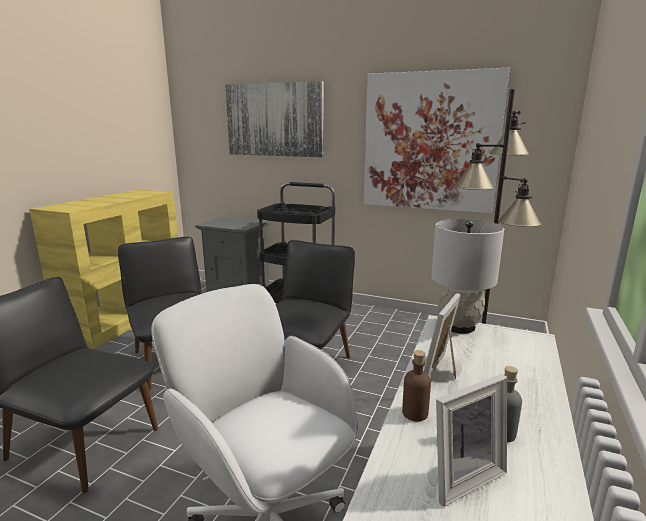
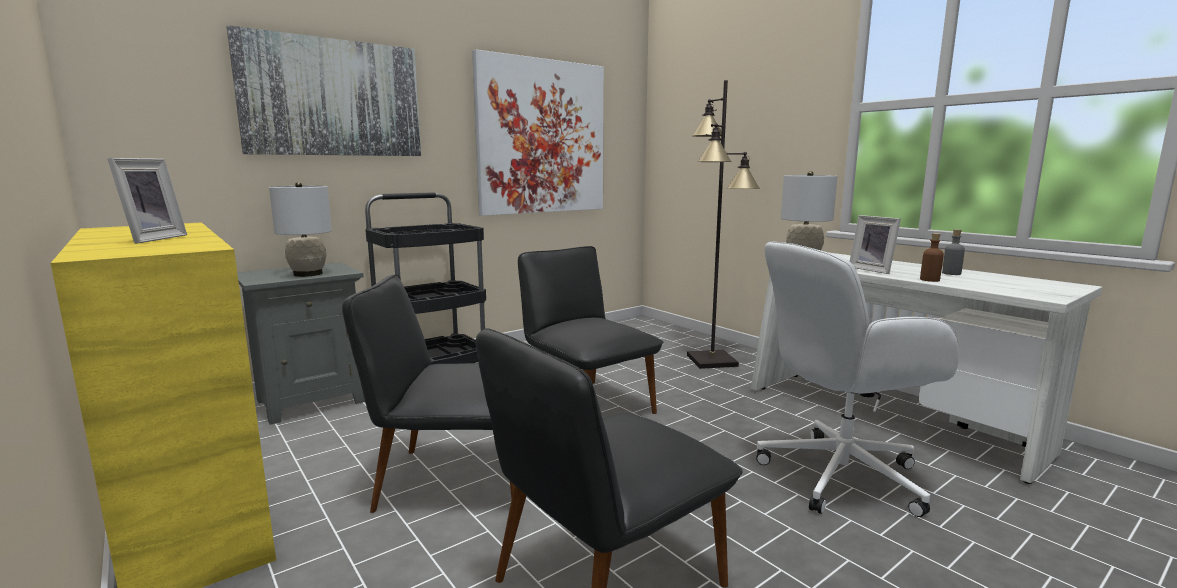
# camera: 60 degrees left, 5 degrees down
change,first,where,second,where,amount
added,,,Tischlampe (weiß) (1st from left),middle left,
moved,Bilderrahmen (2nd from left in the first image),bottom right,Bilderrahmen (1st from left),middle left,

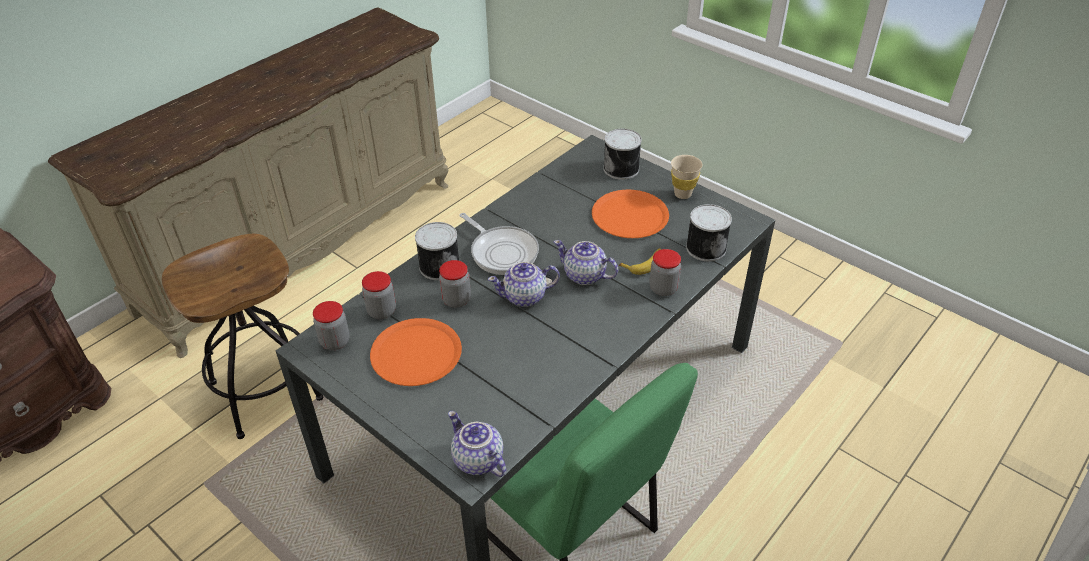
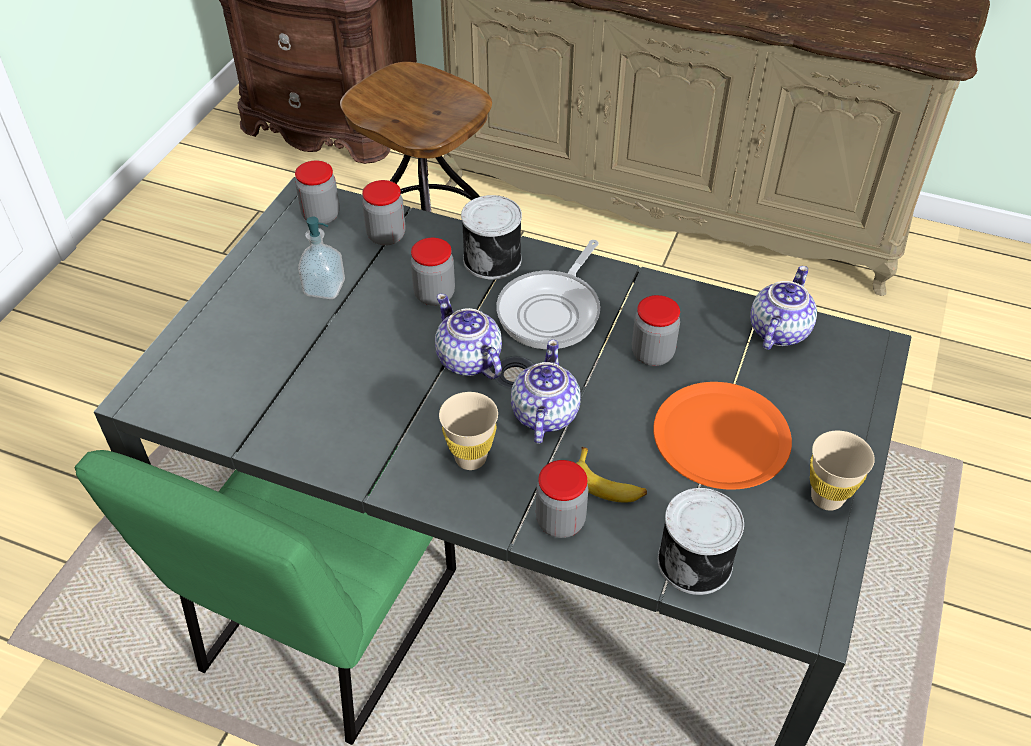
# camera: 70 degrees right, 5 degrees up
change,first,where,second,where,amount
removed,Dose (2nd from left),top centre,,,
added,,,Tasse (beige) (1st from left),centre,
added,,,Vorratsglas (5th from left),centre,
moved,Teekanne (1st from left in the first image),bottom centre,Teekanne (3rd from left),middle right,
replaced,Teller (orange) (1st from left),centre,Seifenspender,middle left,

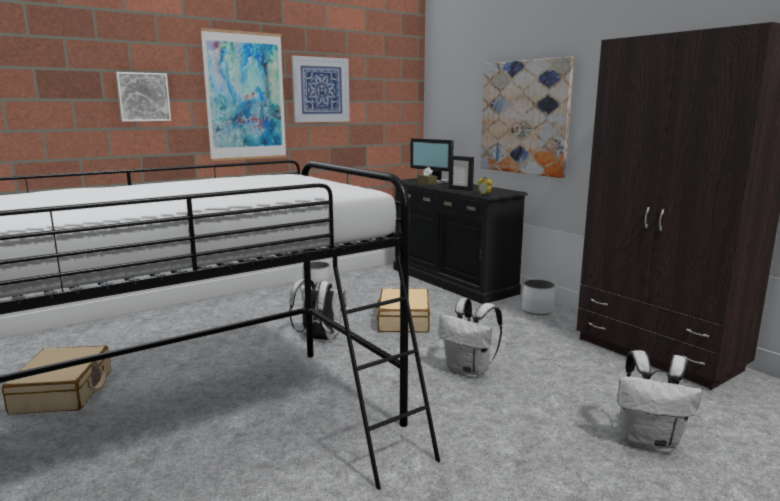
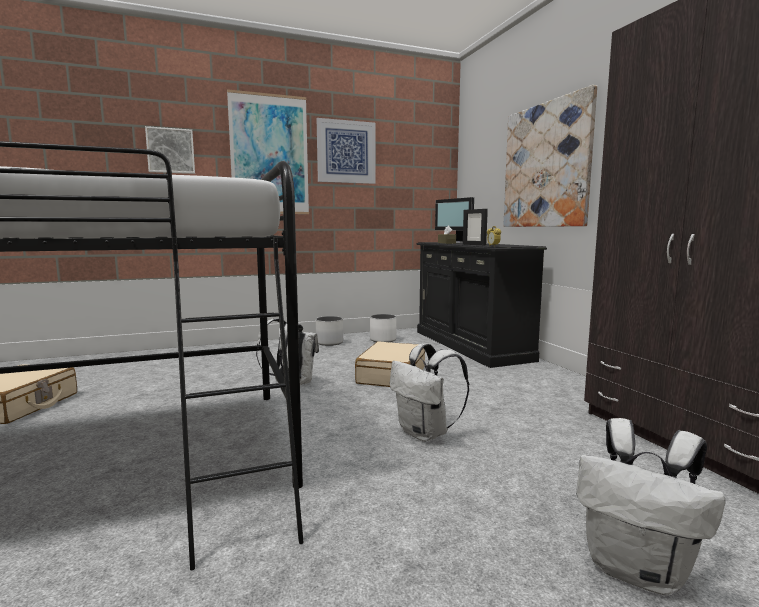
# camera: 15 degrees right, 5 degrees down
change,first,where,second,where,amount
moved,Pflanzkübel (weiß) (2nd from left),middle right,,centre,

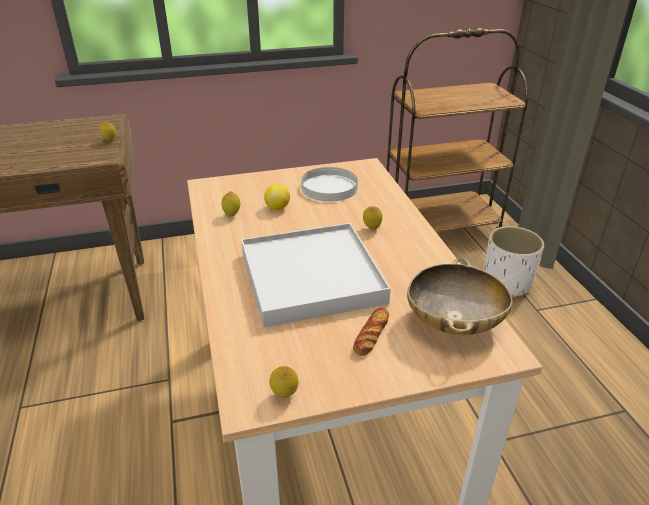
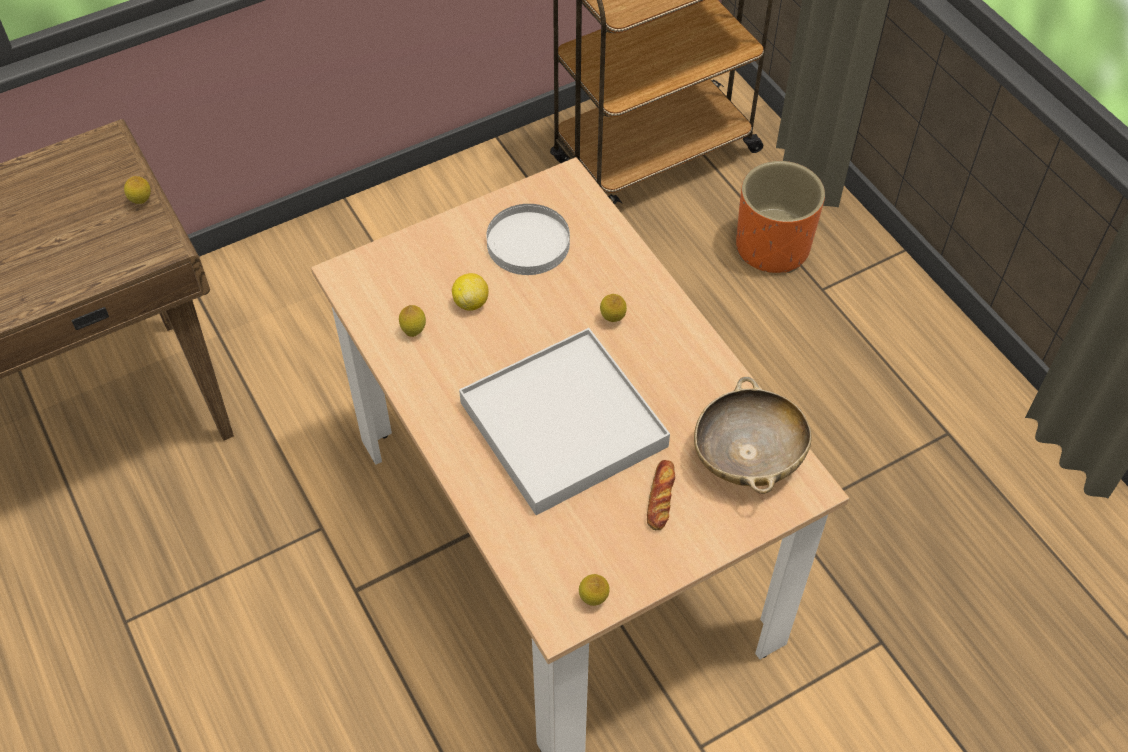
# camera: 15 degrees left, 20 degrees up
change,first,where,second,where,amount
recoloured,Pflanzkübel (weiß),middle right,Pflanzkübel (orange),top right,

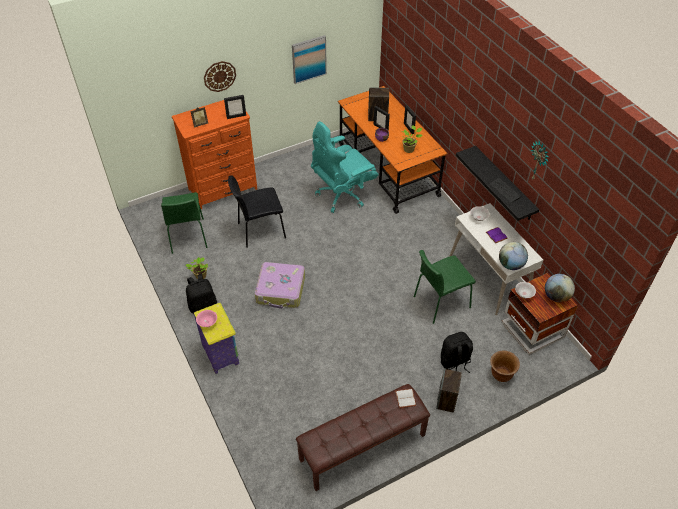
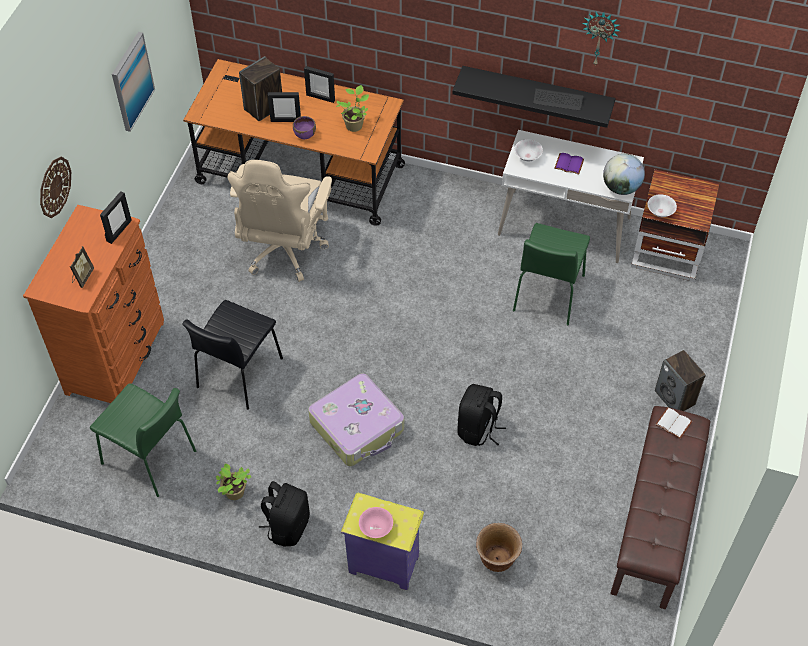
# camera: 45 degrees left, 5 degrees up
change,first,where,second,where,amount
removed,Globus (2nd from left),middle right,,,
moved,Rucksack (schwarz) (2nd from left),bottom right,,centre,
moved,Pflanzkübel (braun),bottom right,,bottom centre,
recoloured,Bürostuhl (türkis),top centre,Bürostuhl (beige),centre,

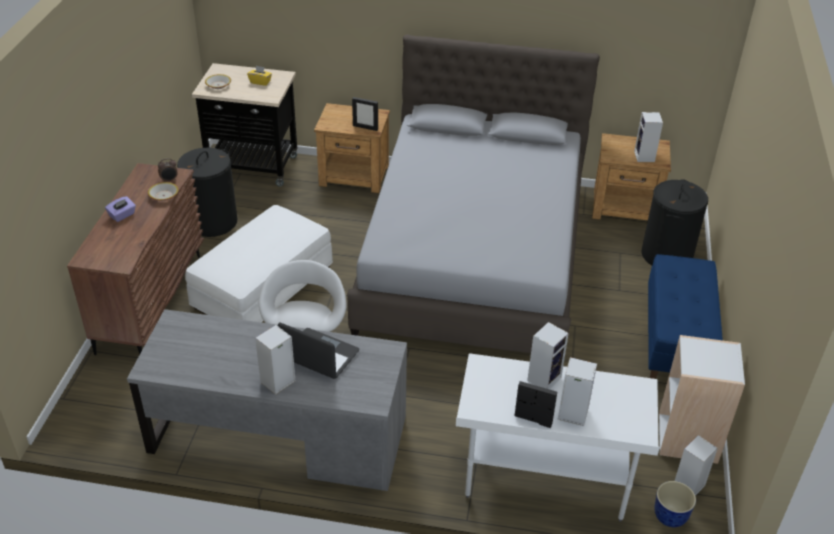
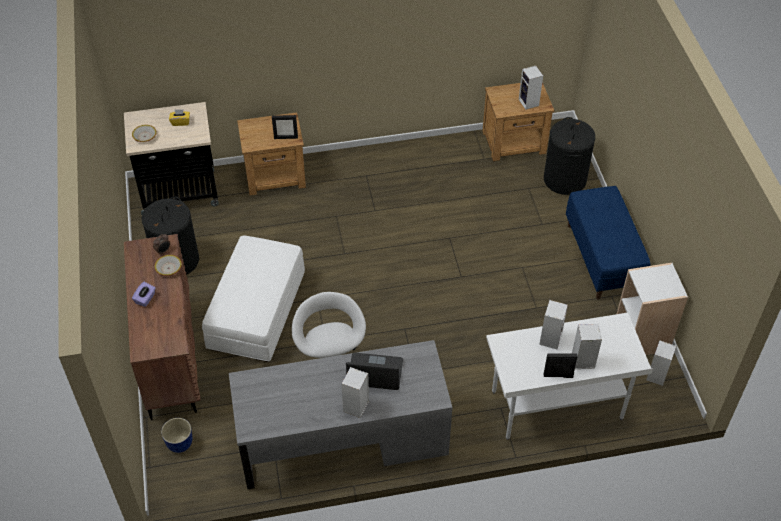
# camera: 20 degrees left, 10 degrees up
change,first,where,second,where,amount
removed,Bett (grau),centre,,,
moved,Pflanzkübel,bottom right,,bottom left,

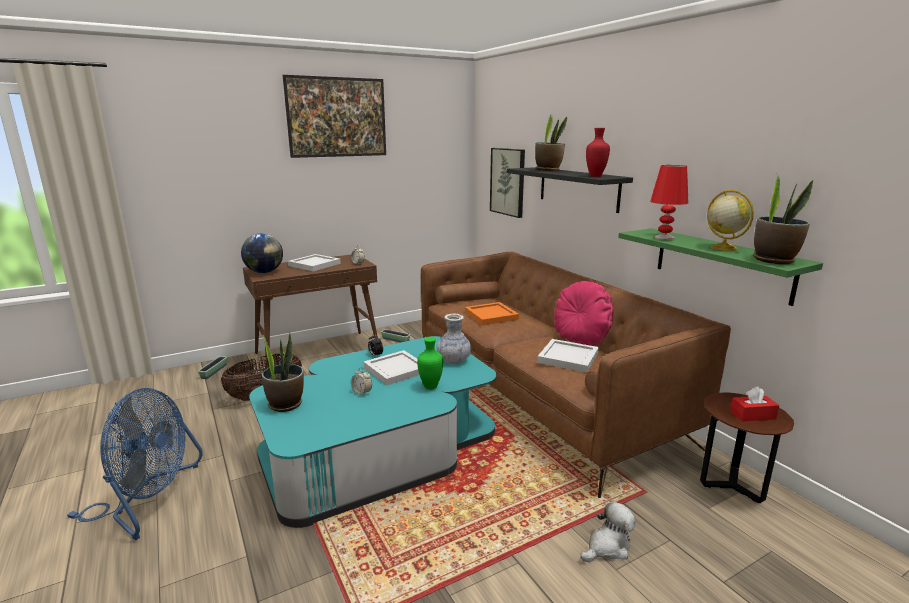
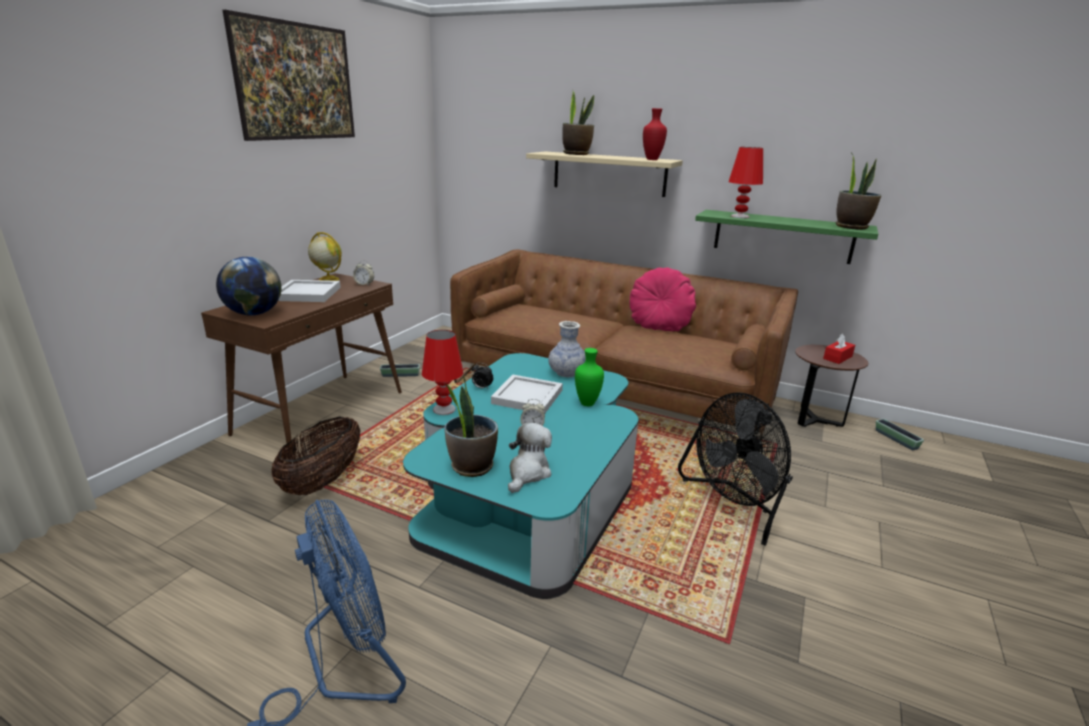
# camera: 35 degrees left, 5 degrees up
change,first,where,second,where,amount
removed,Tablett (orange),centre,,,
removed,Bild (2nd from left),top centre,,,
removed,Tablett (weiß) (3rd from left),centre,,,
added,,,Tischlampe (rot) (1st from left),centre,
added,,,Ventilator (schwarz),middle right,
moved,Pflanzkübel (1st from left in the first image),middle left,Pflanzkübel (2nd from left),middle right,
moved,Plüschtier,bottom right,,centre,
moved,Globus (2nd from left),middle right,,middle left,
recoloured,Wandregal (schwarz),top centre,Wandregal (beige),top centre,

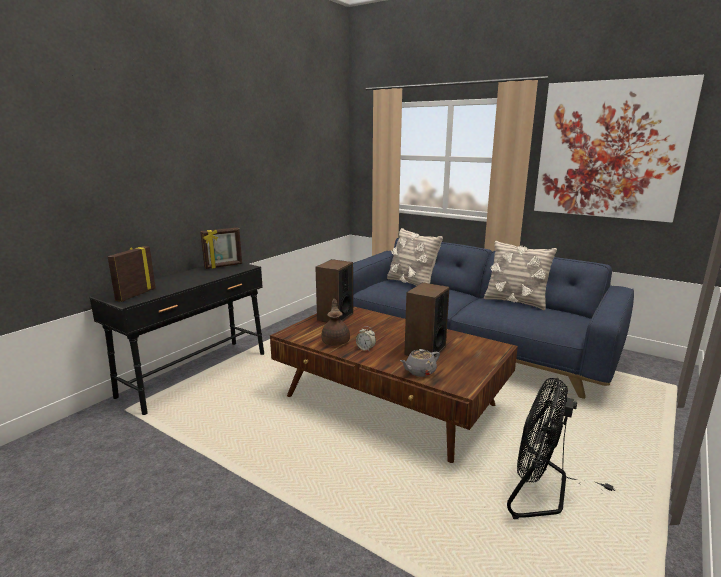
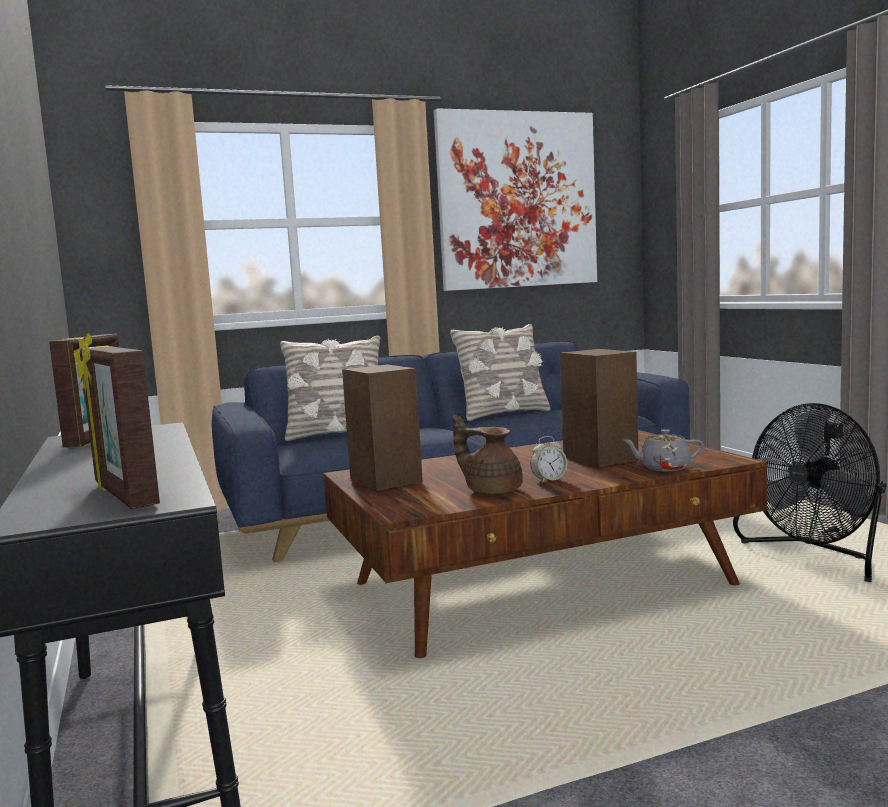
# camera: 55 degrees left, 10 degrees down
change,first,where,second,where,amount
turned,Teekanne (grau),centre,,middle right,90 degrees clockwise

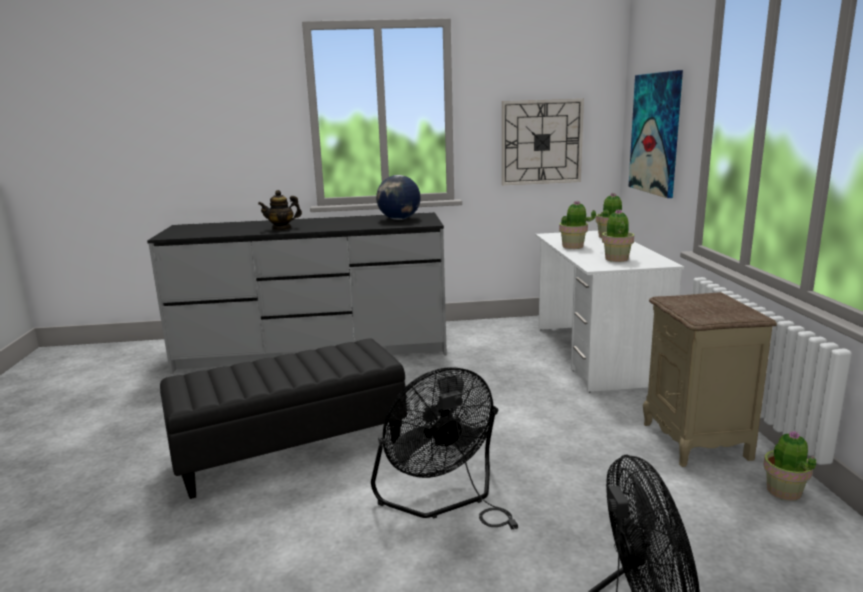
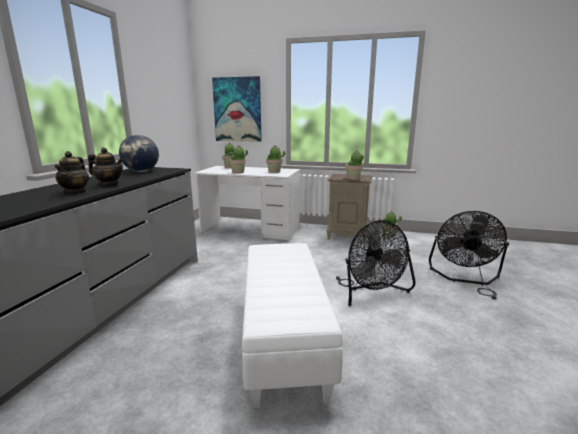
# camera: 70 degrees left, 0 degrees up
change,first,where,second,where,amount
removed,Wanduhr,top centre,,,
added,,,Teekanne (2nd from left),middle left,
added,,,Topfpflanze (4th from left),centre,
recoloured,Polsterhocker (schwarz),bottom left,Polsterhocker (weiß),bottom centre,
turned,Ventilator (schwarz) (1st from left),bottom centre,,centre,105 degrees counterclockwise

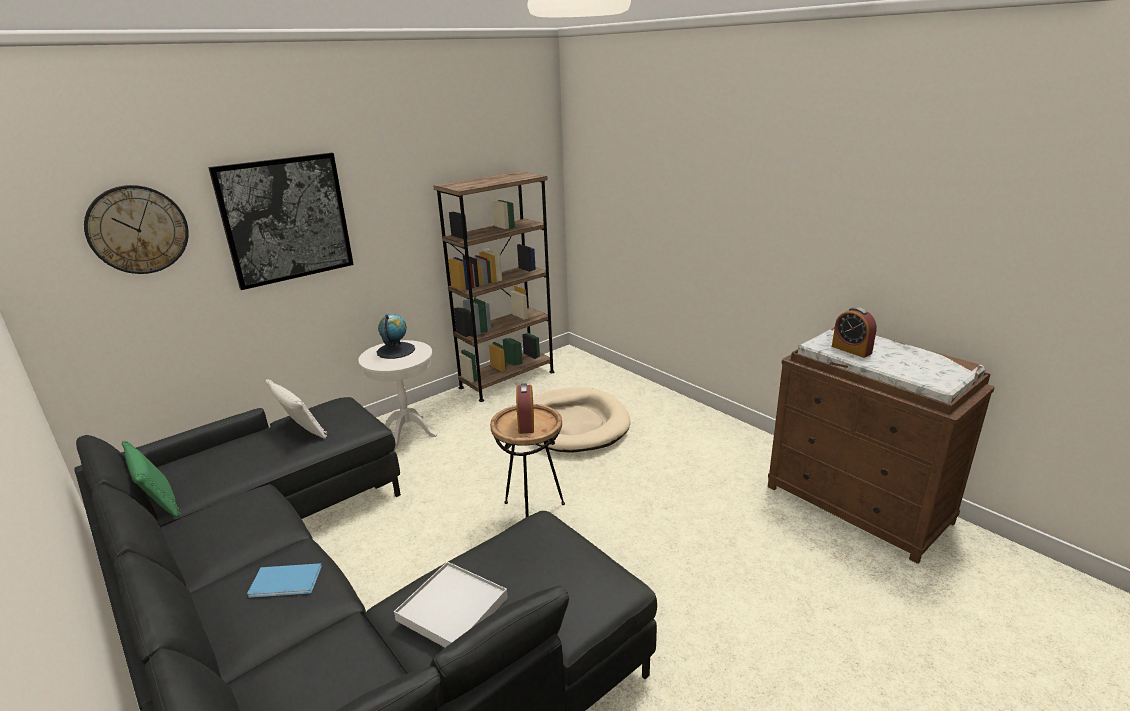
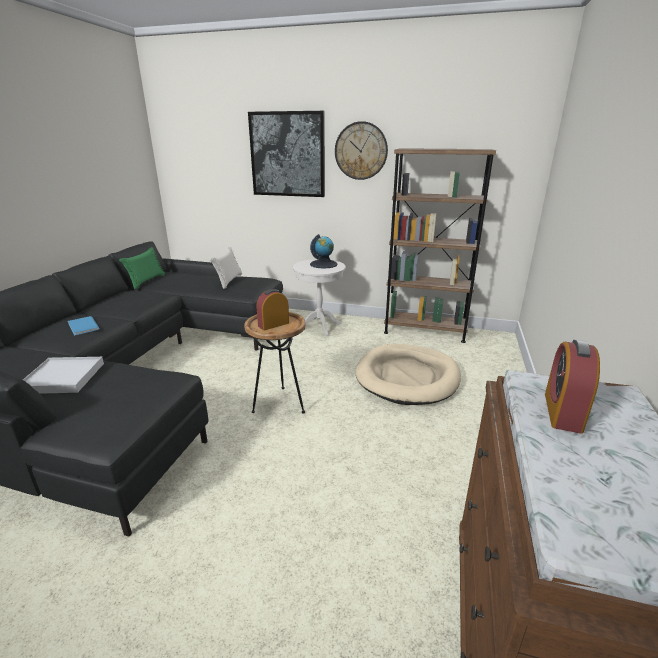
# camera: 55 degrees right, 0 degrees up
change,first,where,second,where,amount
moved,Wanduhr,top left,,top centre,

